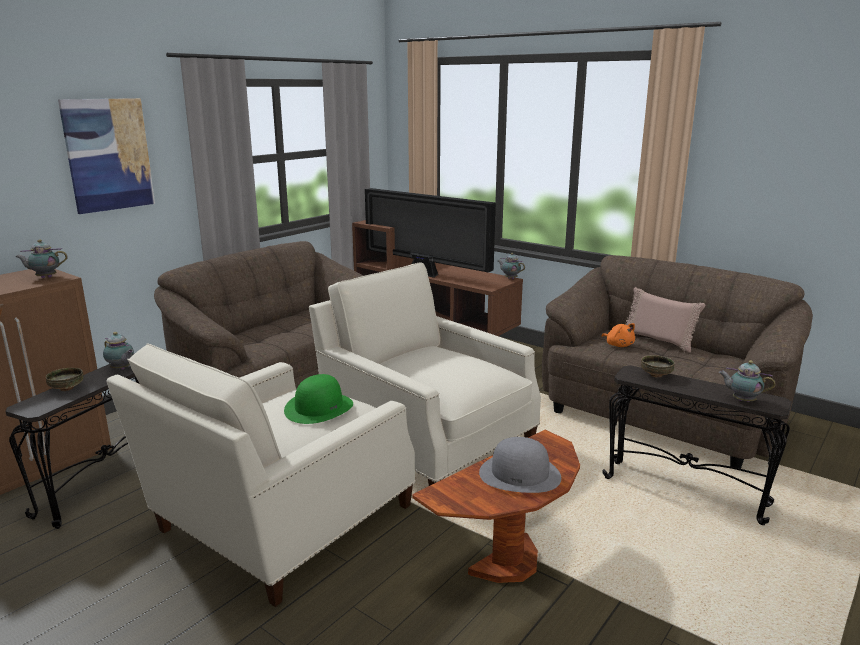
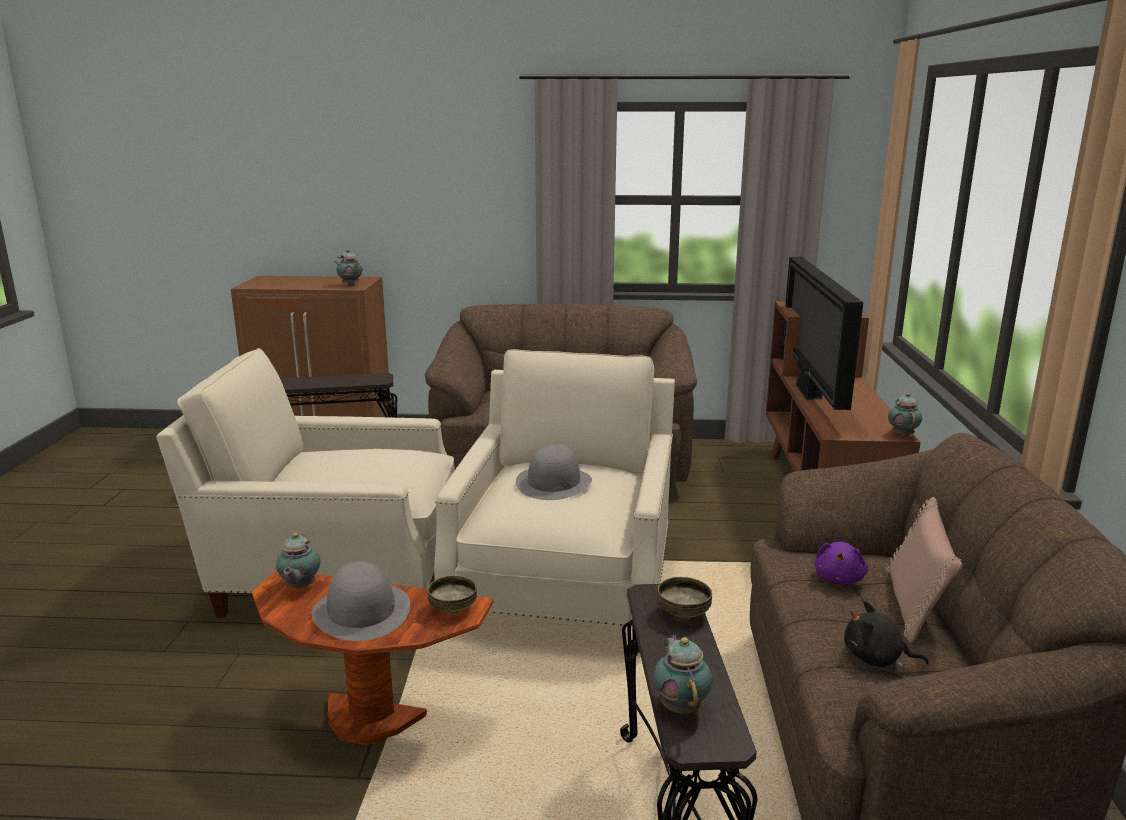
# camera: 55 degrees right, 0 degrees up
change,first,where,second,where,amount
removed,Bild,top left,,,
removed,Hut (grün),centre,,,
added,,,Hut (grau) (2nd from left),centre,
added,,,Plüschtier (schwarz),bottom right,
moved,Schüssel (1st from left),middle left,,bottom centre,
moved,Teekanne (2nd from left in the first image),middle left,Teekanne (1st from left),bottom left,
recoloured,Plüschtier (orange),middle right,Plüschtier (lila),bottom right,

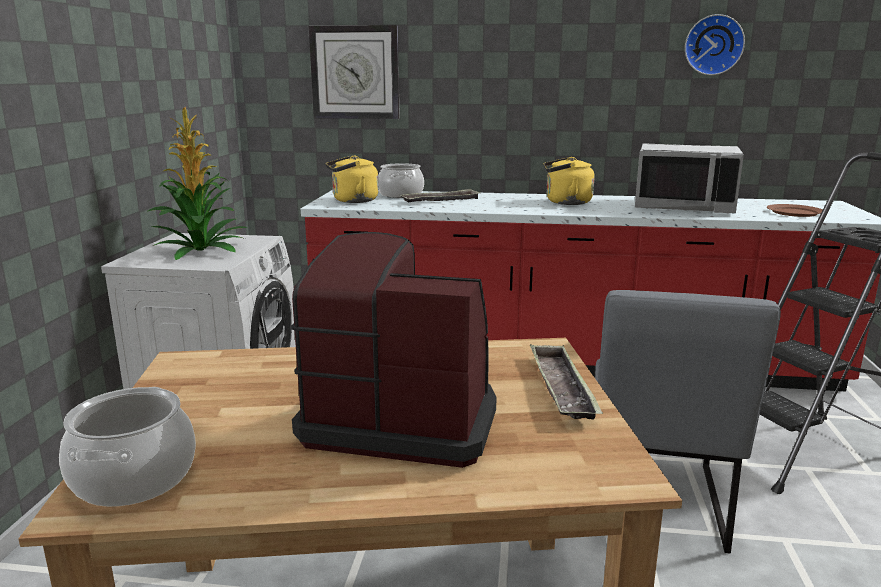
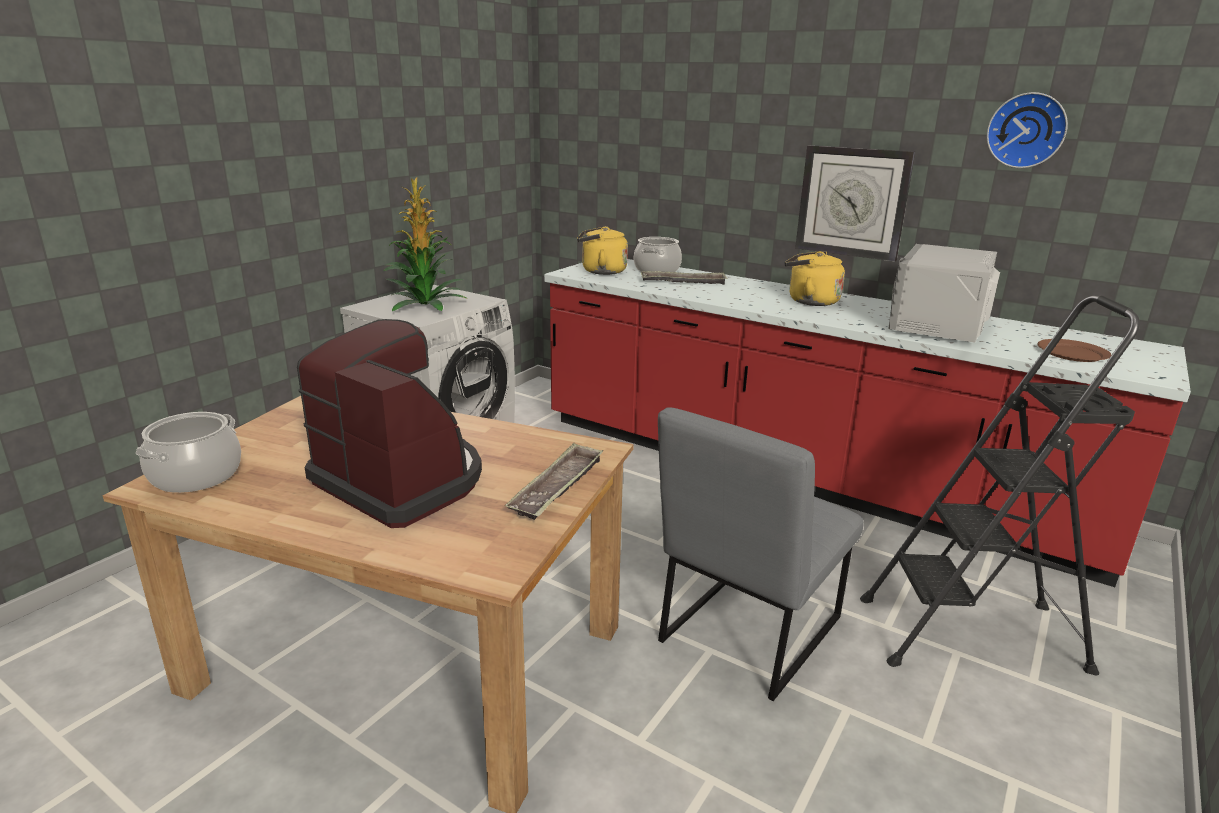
# camera: 25 degrees right, 5 degrees up
change,first,where,second,where,amount
moved,Wanduhr (1st from left),top centre,,top right,
turned,Mikrowelle (grau),top right,,middle right,75 degrees clockwise

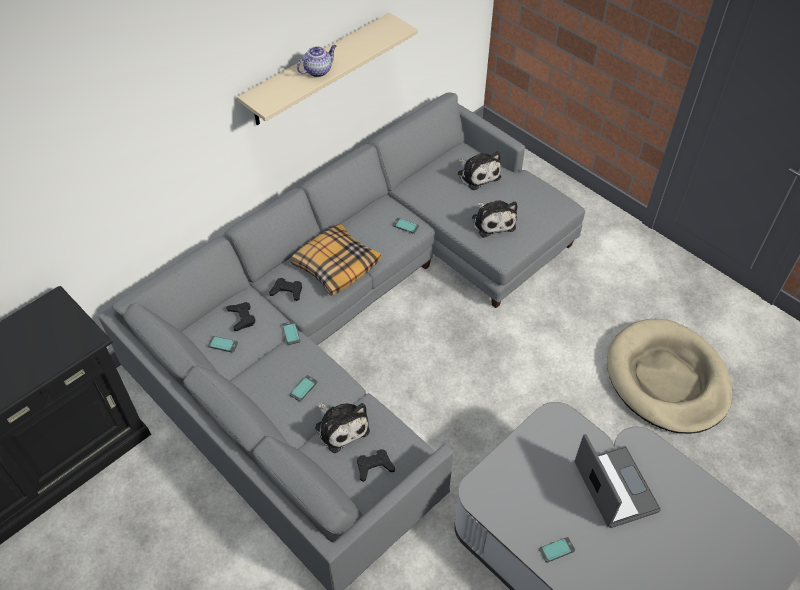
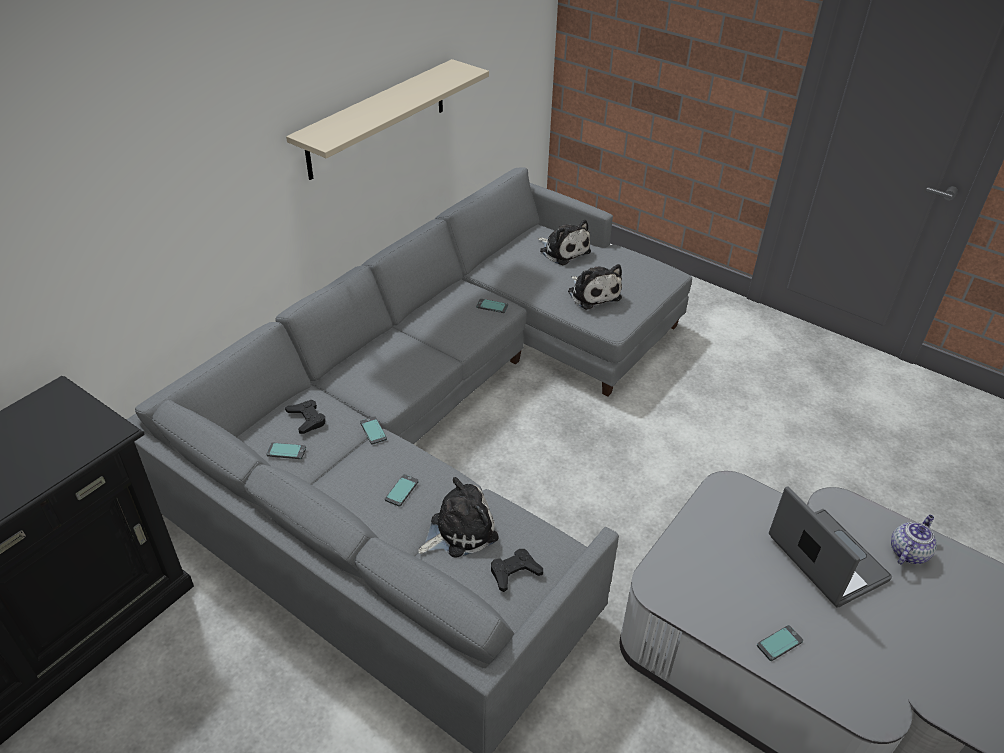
# camera: 10 degrees left, 10 degrees down
change,first,where,second,where,amount
removed,Gamepad (schwarz) (2nd from left),centre,,,
removed,Kissen,centre,,,
removed,Hundebett (beige),middle right,,,
moved,Teekanne,top centre,,bottom right,
turned,Plüschtier (1st from left),bottom centre,,bottom centre,75 degrees counterclockwise

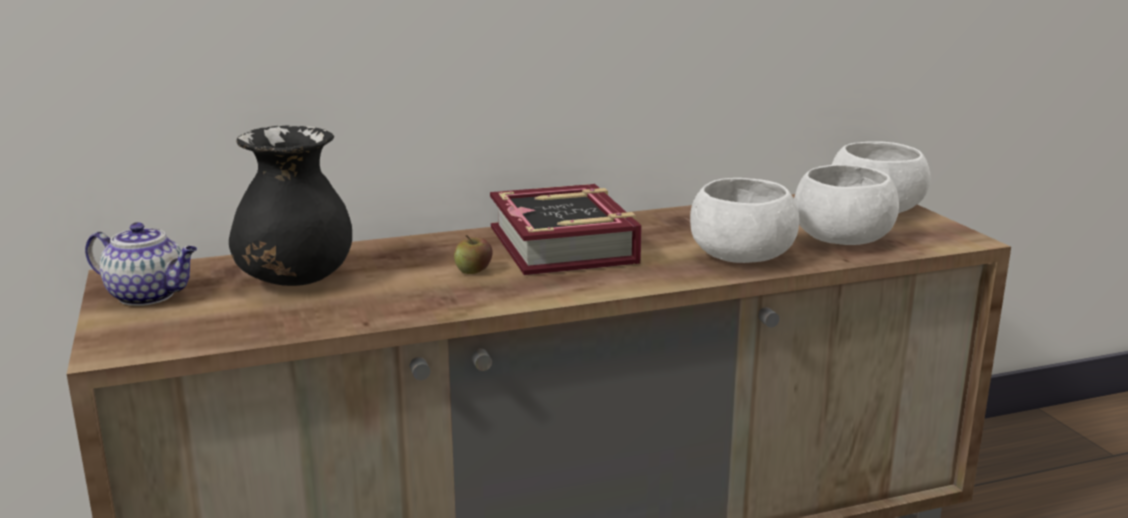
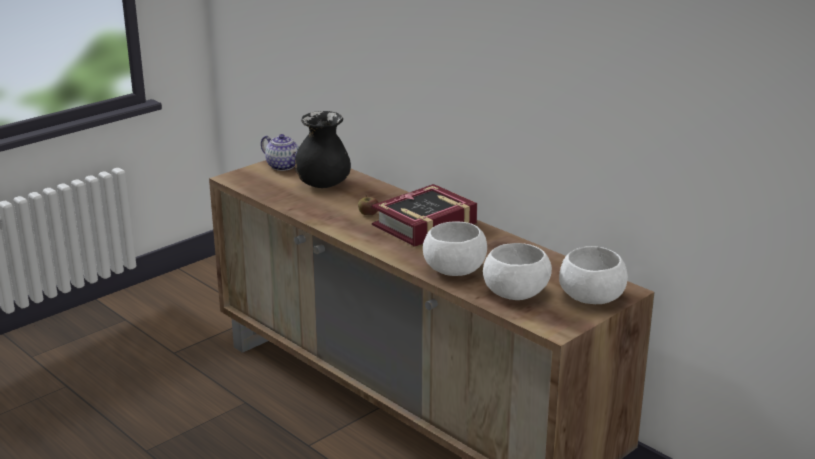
# camera: 65 degrees right, 5 degrees up
change,first,where,second,where,amount
turned,Teekanne,middle left,,top centre,45 degrees counterclockwise

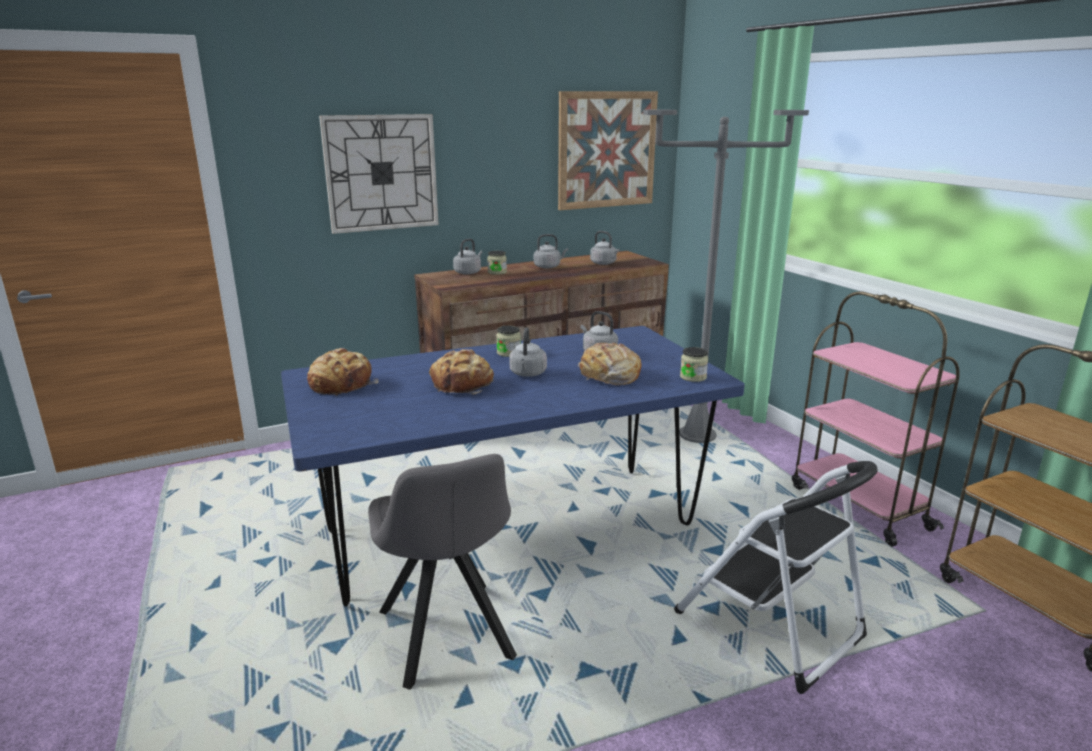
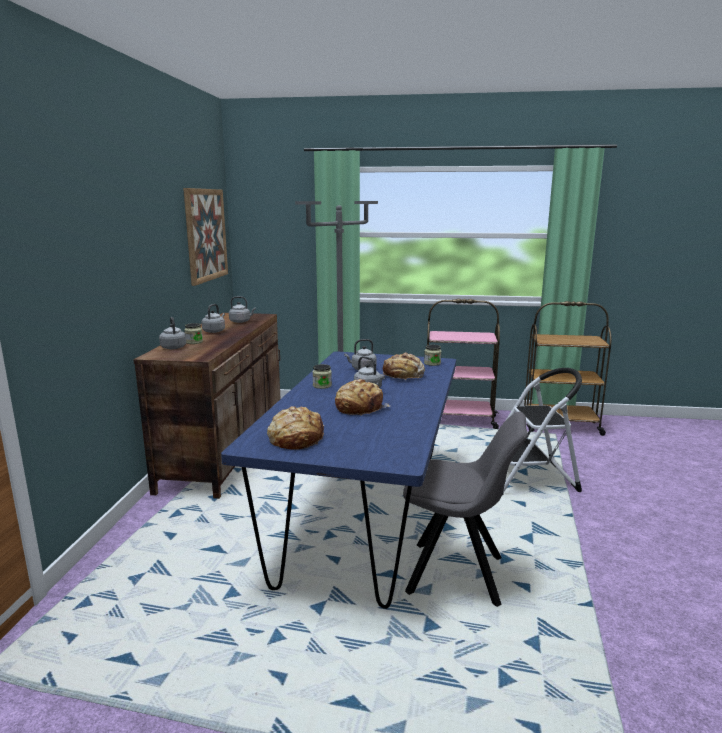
# camera: 55 degrees left, 5 degrees down
change,first,where,second,where,amount
removed,Wanduhr,top centre,,,

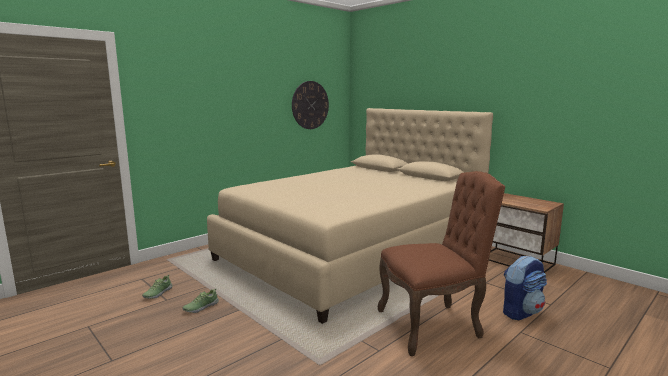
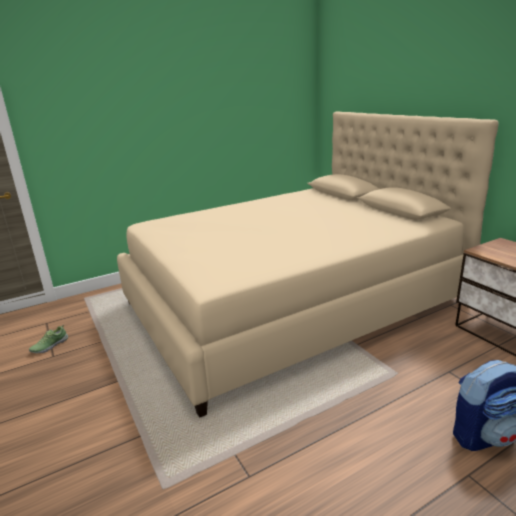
# camera: 15 degrees right, 10 degrees up
change,first,where,second,where,amount
removed,Schuh (2nd from left),bottom left,,,
removed,Wanduhr,top centre,,,
removed,Stuhl (braun),bottom centre,,,

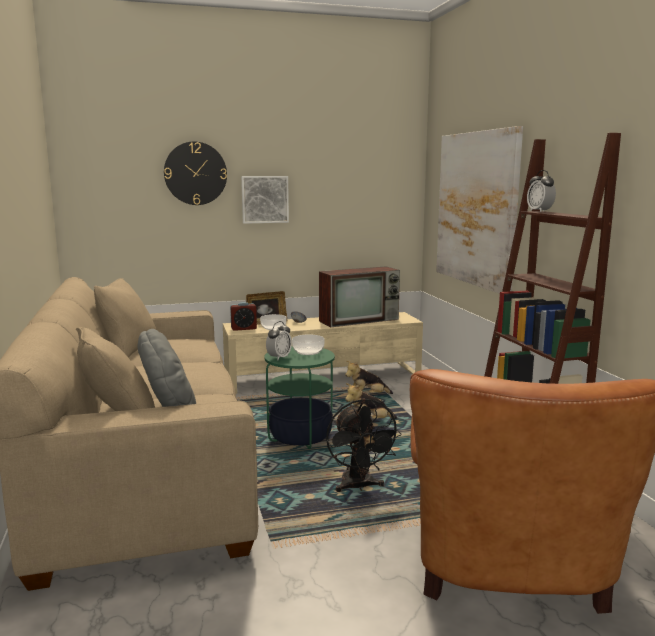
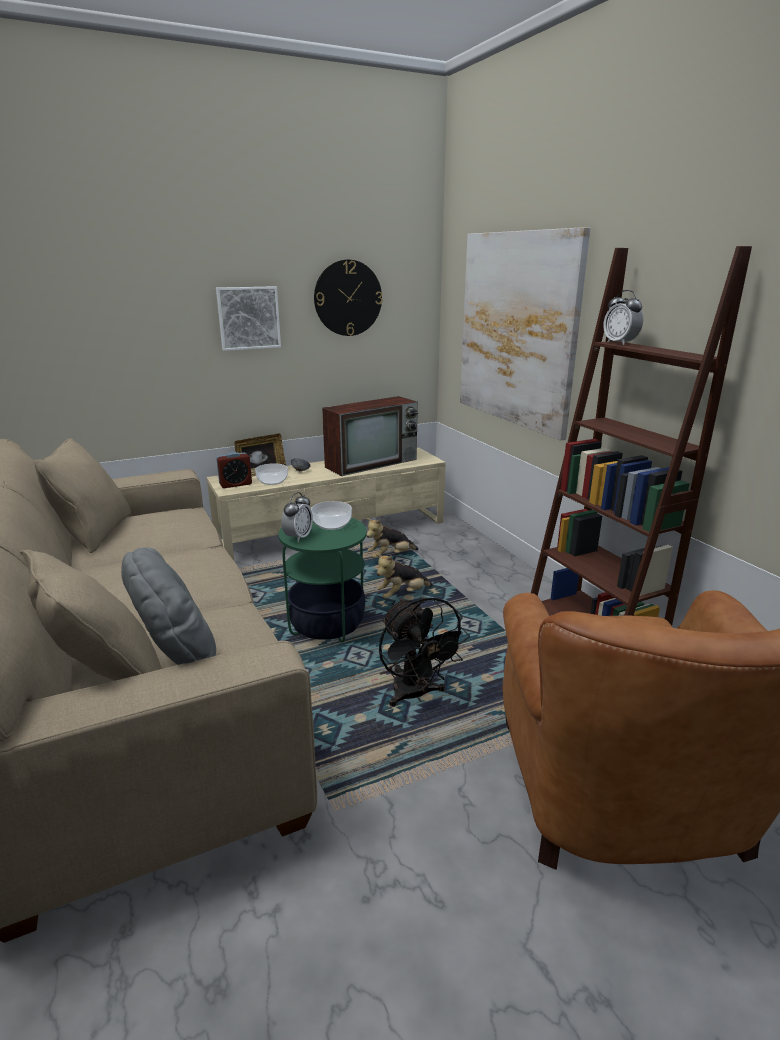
# camera: 10 degrees left, 10 degrees up
change,first,where,second,where,amount
moved,Wanduhr,top left,,top centre,

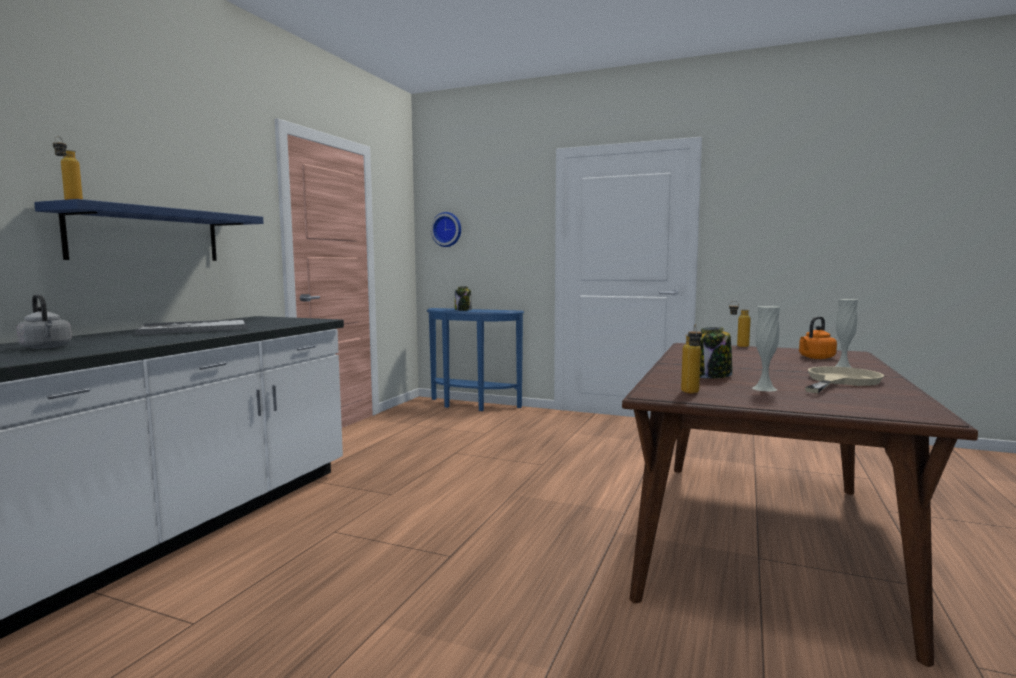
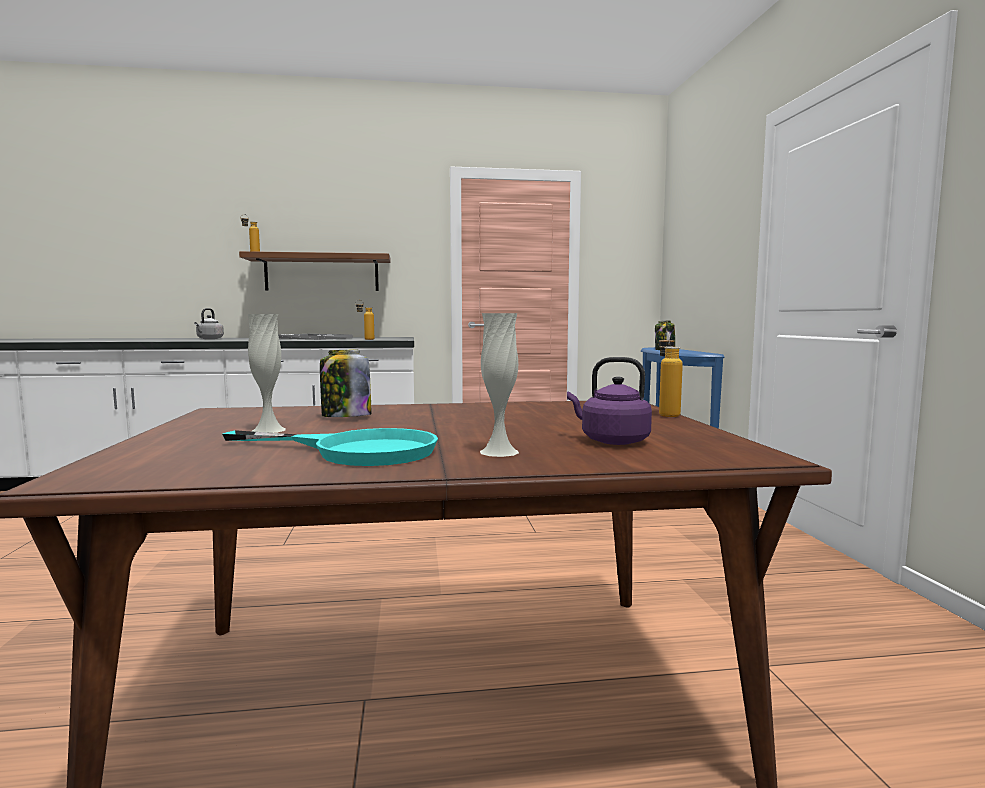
# camera: 60 degrees right, 0 degrees up
change,first,where,second,where,amount
removed,Wanduhr,centre,,,
moved,Flasche (2nd from left),middle right,,centre,
recoloured,Wandregal (blau),middle left,Wandregal (braun),middle left,
recoloured,Wasserkessel (orange),middle right,Wasserkessel (lila),centre,
recoloured,Pfanne (beige),middle right,Pfanne (türkis),centre,

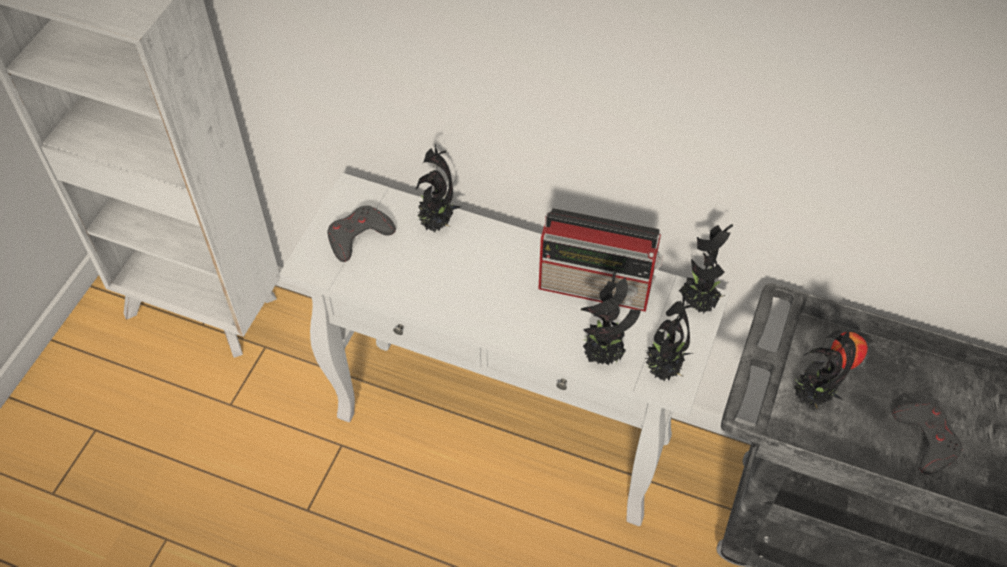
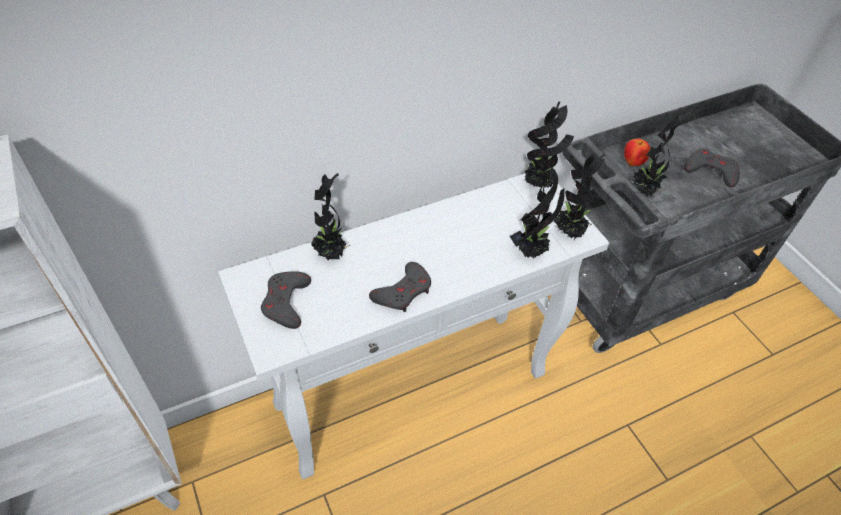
# camera: 50 degrees left, 5 degrees down
change,first,where,second,where,amount
removed,Radio,centre,,,
added,,,Gamepad (grau) (2nd from left),centre,

